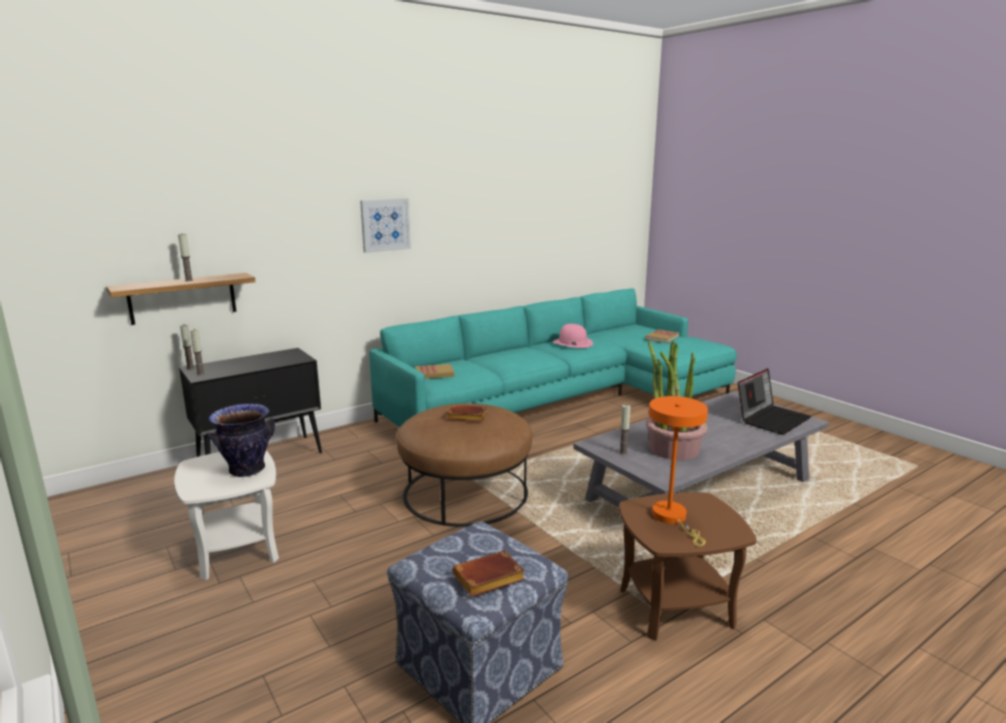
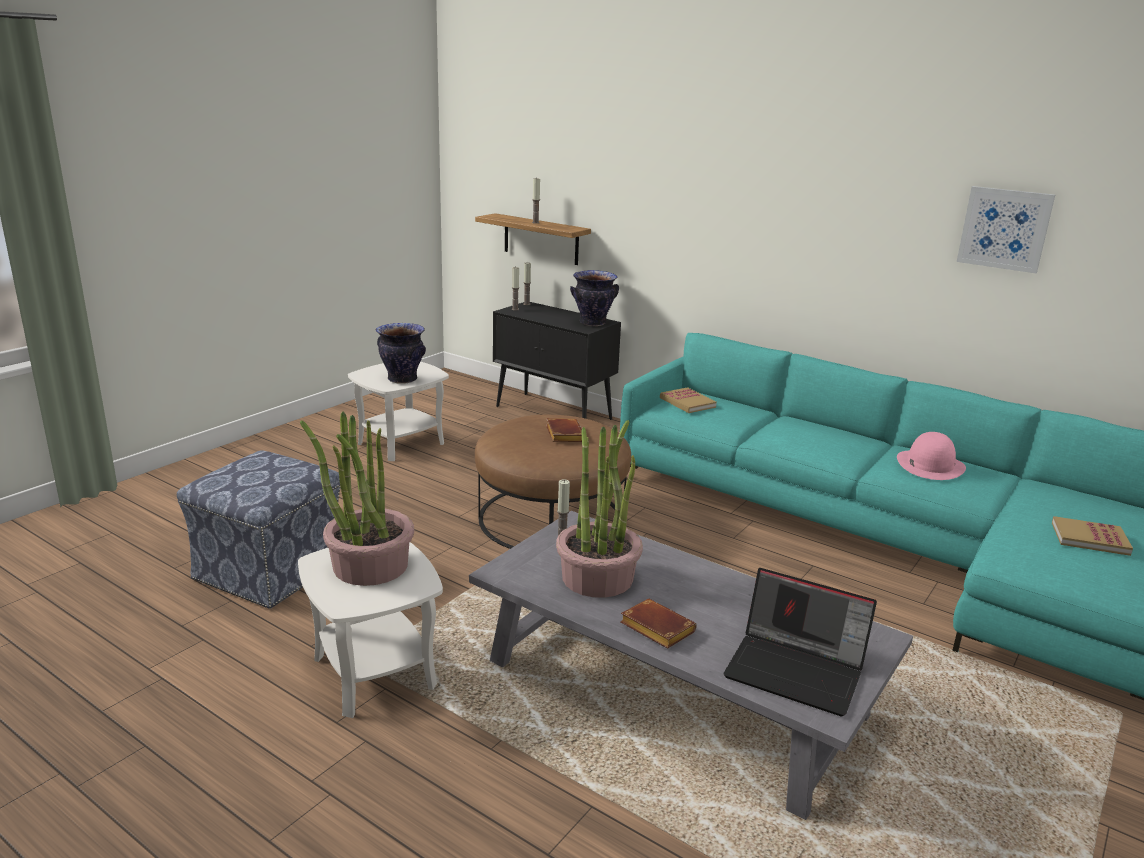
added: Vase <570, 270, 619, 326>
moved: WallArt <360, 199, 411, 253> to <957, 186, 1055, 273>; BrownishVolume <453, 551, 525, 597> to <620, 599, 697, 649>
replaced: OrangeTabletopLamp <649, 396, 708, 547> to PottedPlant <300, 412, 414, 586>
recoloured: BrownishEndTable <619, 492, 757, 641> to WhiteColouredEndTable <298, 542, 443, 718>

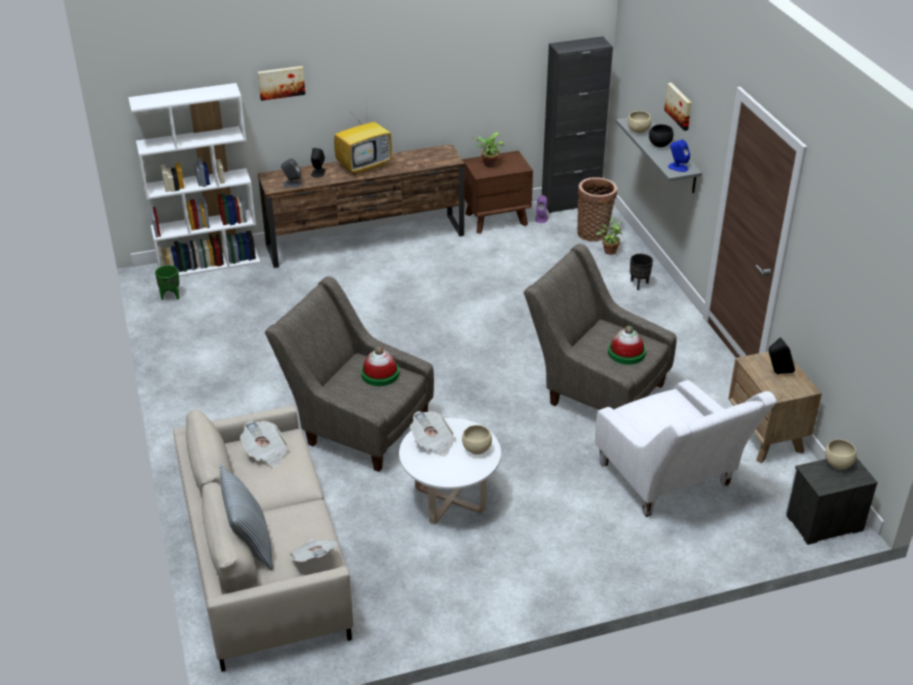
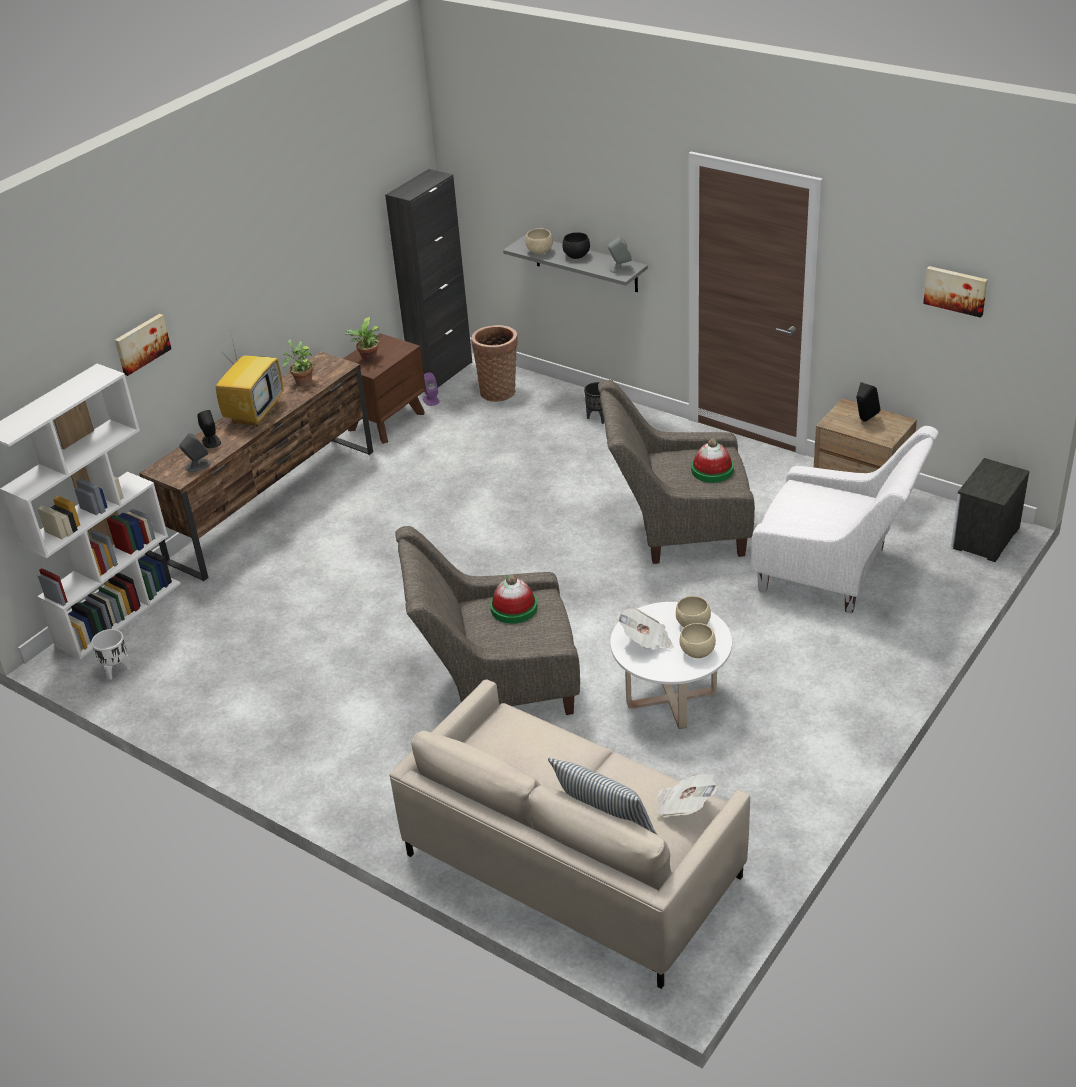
removed: Newspaper <240, 421, 289, 467>
moved: PottedPlant <596, 217, 622, 255> to <283, 339, 315, 386>; WallArt <664, 83, 692, 131> to <923, 266, 988, 318>; BeigeColouredBowl <825, 439, 857, 469> to <679, 623, 716, 658>
recoloured: GreenFlowerPot <155, 265, 180, 300> to WhiteColouredFlowerPot <91, 629, 131, 680>; BluishAudioSpeaker <668, 139, 690, 172> to GreyAudioSpeaker <608, 236, 633, 273>

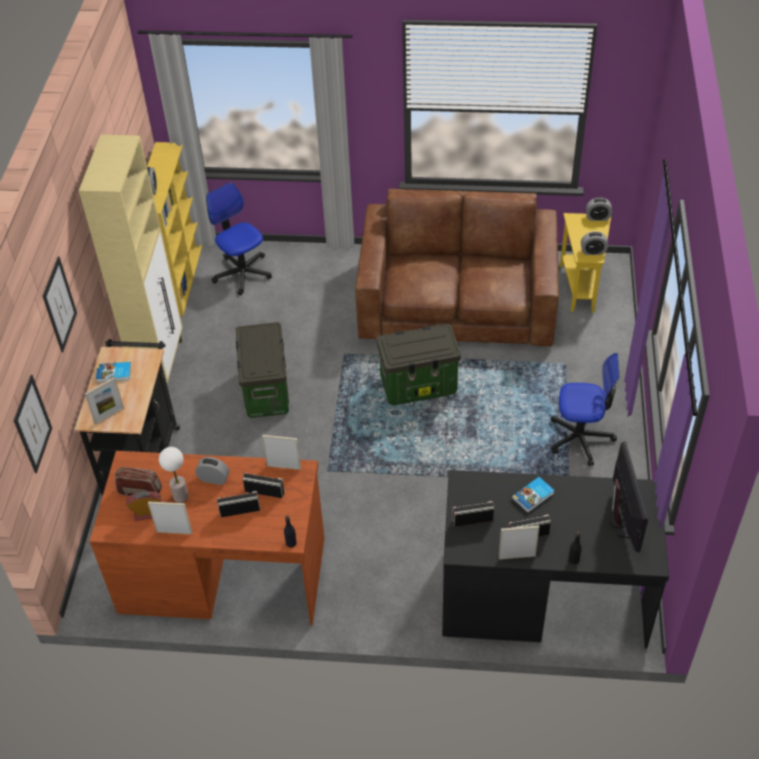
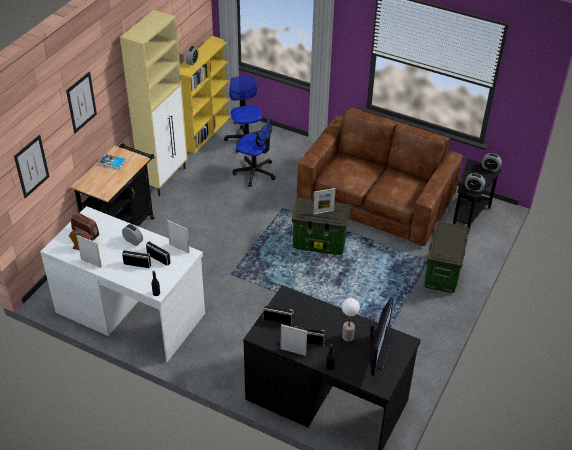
removed: Volume <512, 477, 555, 513>
moved: StandingFrame <85, 377, 124, 425> to <313, 188, 336, 215>; TabletopLamp <159, 447, 189, 503> to <342, 298, 360, 342>; StorageBox <236, 322, 289, 418> to <424, 221, 469, 293>; ComputerChair <551, 353, 619, 466> to <233, 116, 276, 187>
recoloured: BrownishDesk <89, 451, 325, 625> to WhiteColouredDesk <40, 206, 205, 362>; YellowEndTable <560, 213, 611, 313> to BlackColouredEndTable <453, 159, 501, 234>

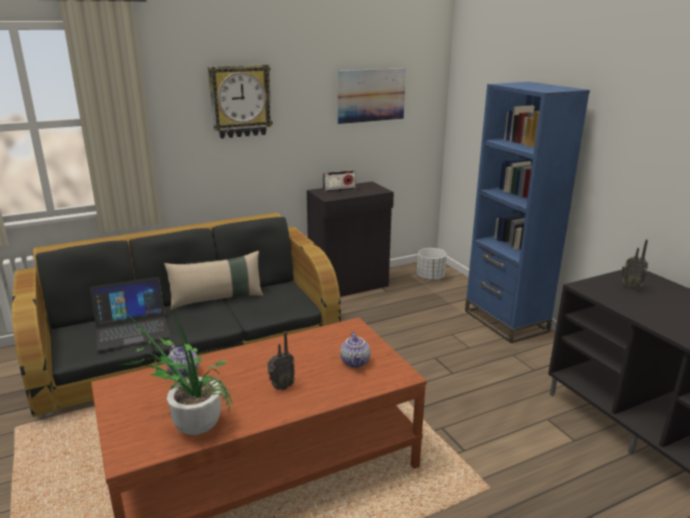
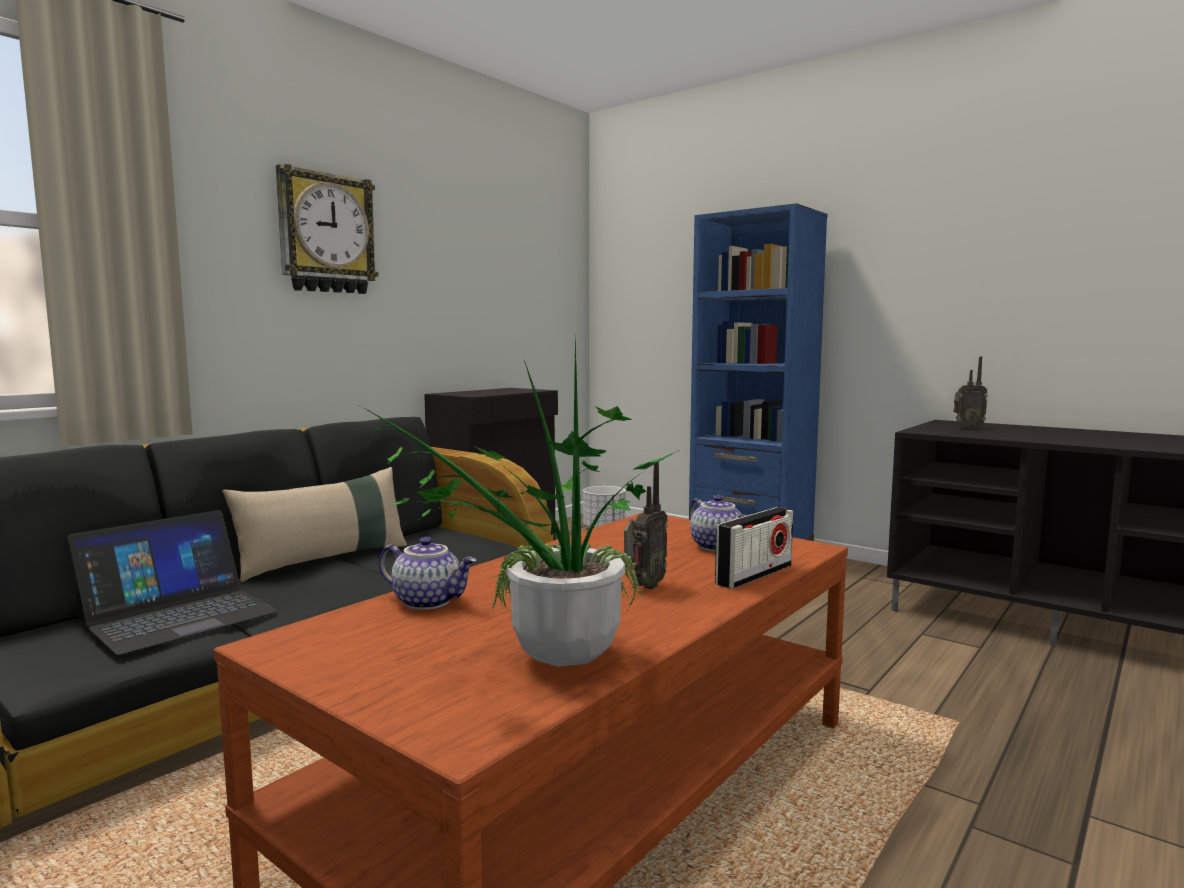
removed: WallArt <338, 68, 406, 124>
moved: Radio <323, 170, 356, 192> to <715, 507, 793, 589>

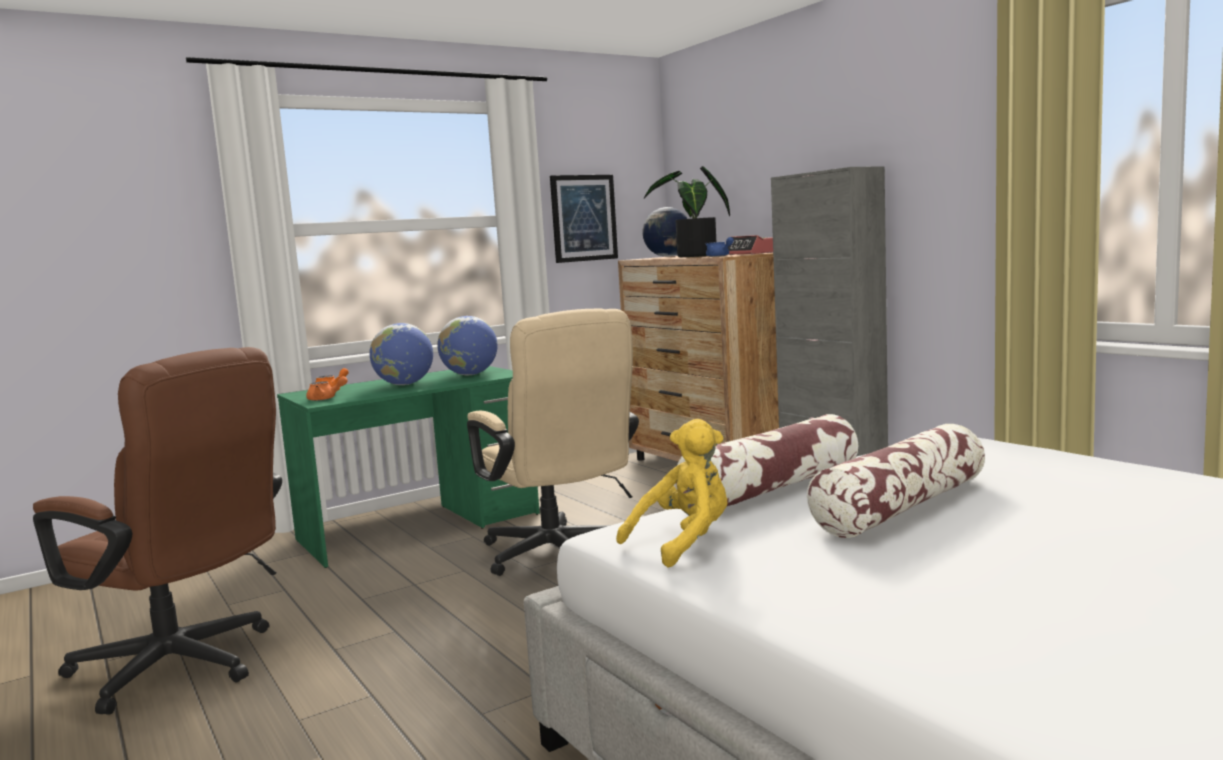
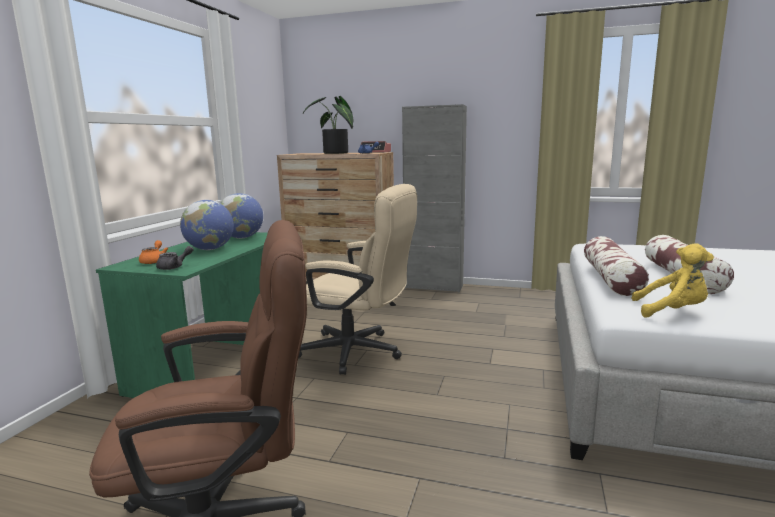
removed: WallArt <550, 175, 618, 263>; Globe <642, 207, 688, 257>
recoloured: OrangeTeaPot <306, 376, 348, 401> to GreyTeaPot <156, 246, 193, 270>
turned: YellowCuddlyToy <616, 419, 727, 567> = <631, 243, 714, 318> 90 degrees clockwise

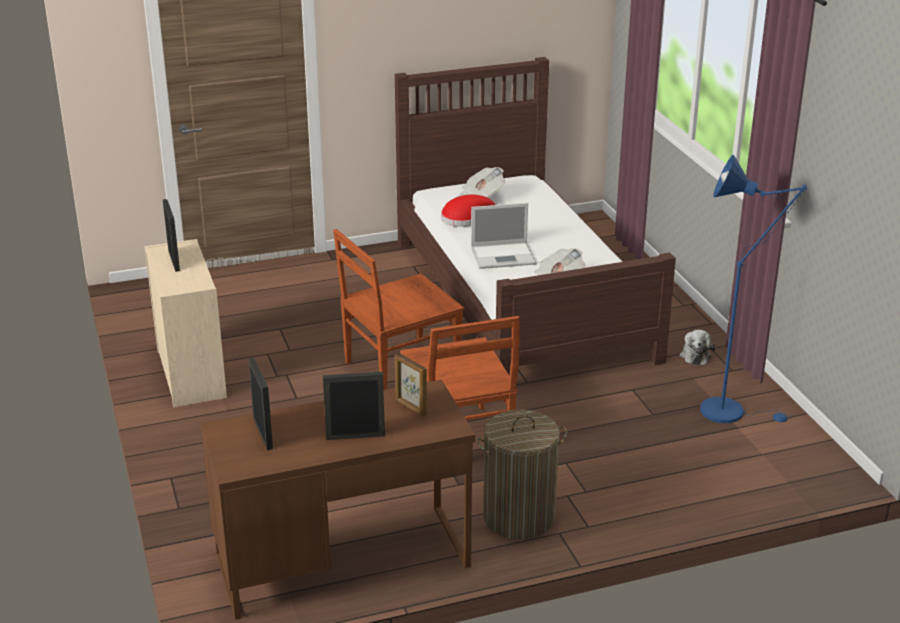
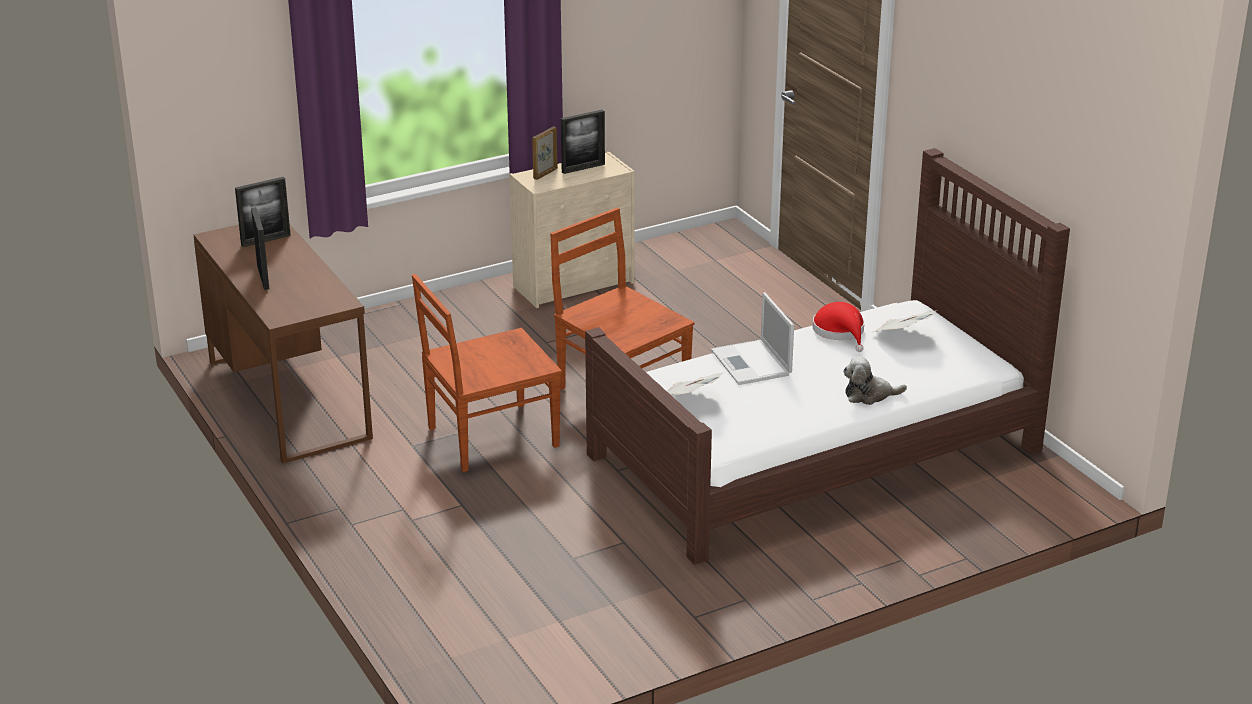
removed: LaundryBasket <476, 410, 567, 540>; BluishStandardLamp <700, 155, 807, 423>
moved: StandingFrame <395, 353, 427, 417> to <532, 126, 558, 180>; CuddlyToy <680, 329, 715, 365> to <843, 356, 907, 405>

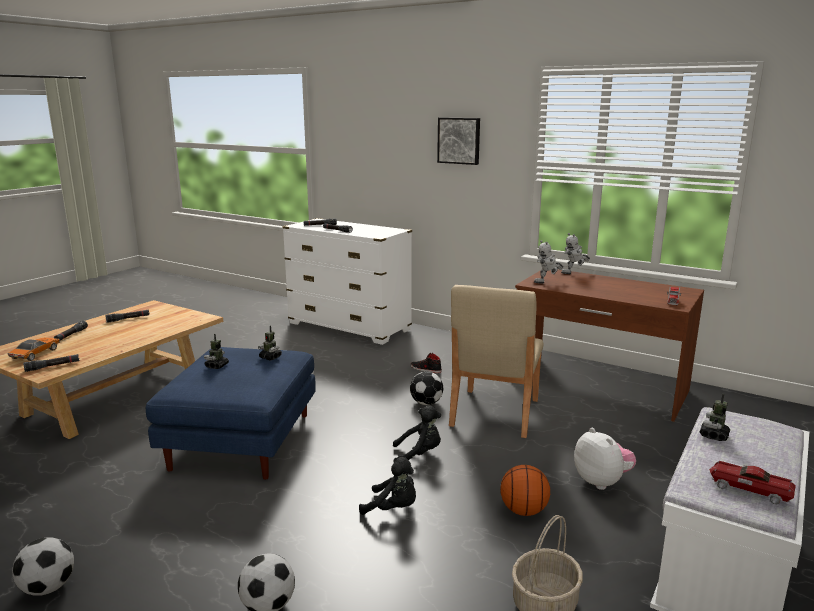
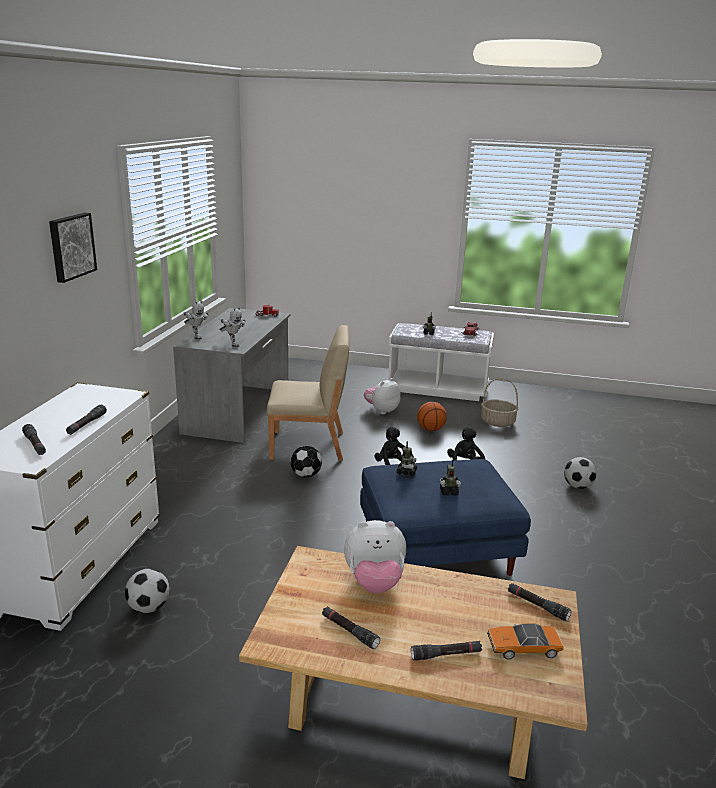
removed: BlackColouredItemOfFootwear <410, 353, 442, 373>
added: CuddlyToy <344, 520, 406, 594>
moved: BallForFootball <12, 537, 74, 596> to <125, 569, 169, 613>
recoloured: BrownishDesk <515, 269, 704, 422> to GreyDesk <173, 308, 291, 443>

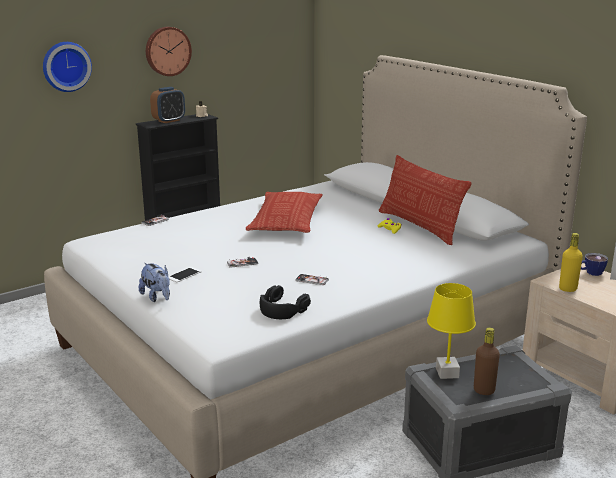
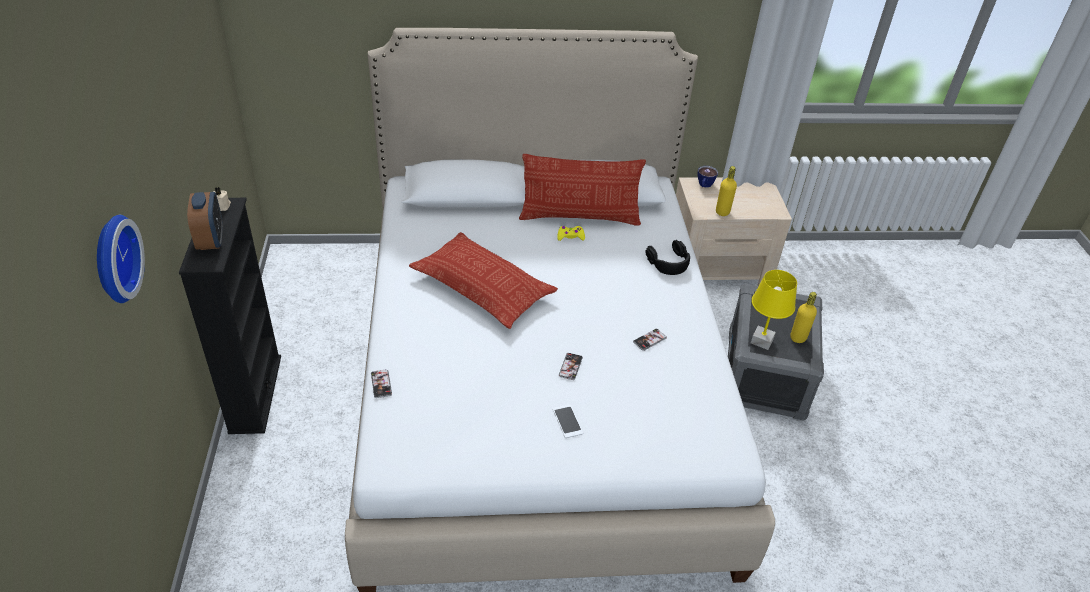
removed: CuddlyToy <139, 263, 170, 302>; WallClock <146, 27, 192, 76>
moved: BlackColouredHeadphones <260, 285, 311, 319> to <645, 240, 690, 275>
recoloured: BrownishDrinkBottle <474, 327, 500, 395> to YellowDrinkBottle <790, 292, 817, 343>

